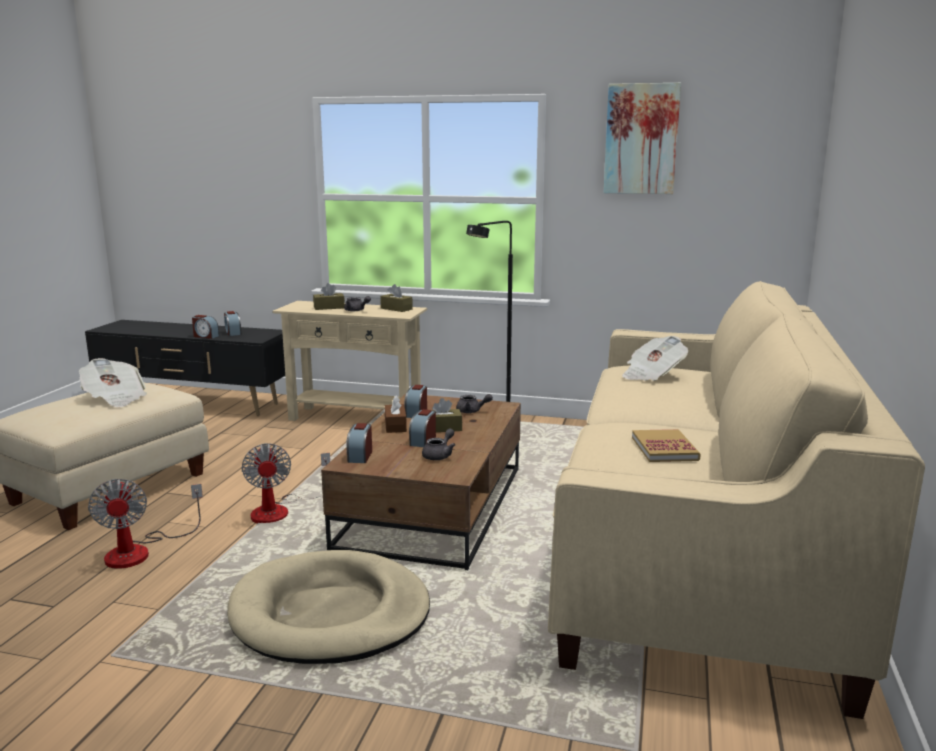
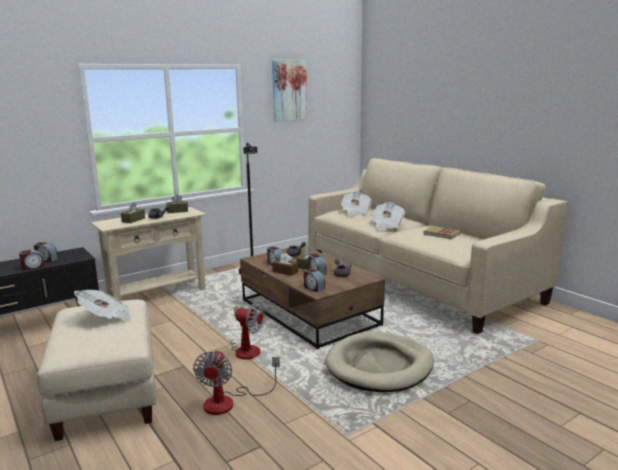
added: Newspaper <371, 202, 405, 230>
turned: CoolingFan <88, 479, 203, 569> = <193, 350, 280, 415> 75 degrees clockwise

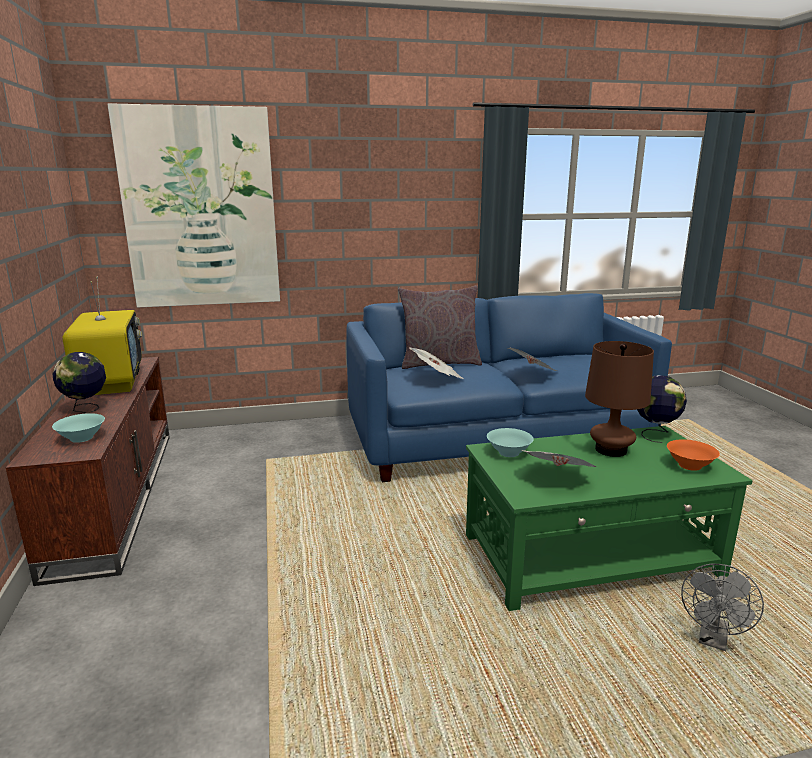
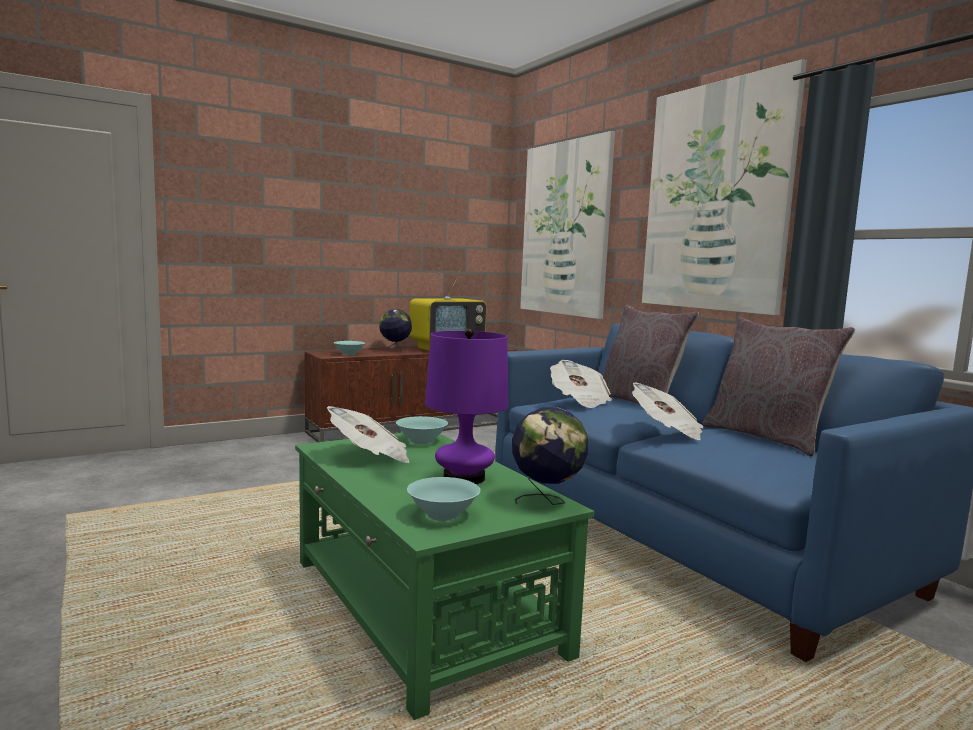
removed: GreyCoolingFan <681, 563, 764, 651>
added: WallArt <642, 59, 807, 315>; GreyCushion <702, 317, 855, 457>
recoloured: BrownishTabletopLamp <585, 341, 654, 457> to PurpleTabletopLamp <425, 328, 509, 484>; OrangeBowl <667, 439, 720, 471> to TurquoiseColouredBowl <407, 477, 480, 521>

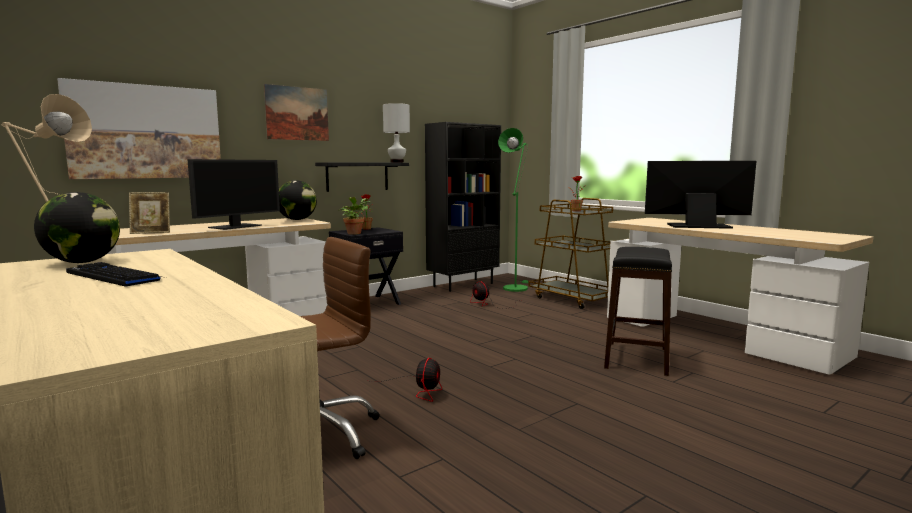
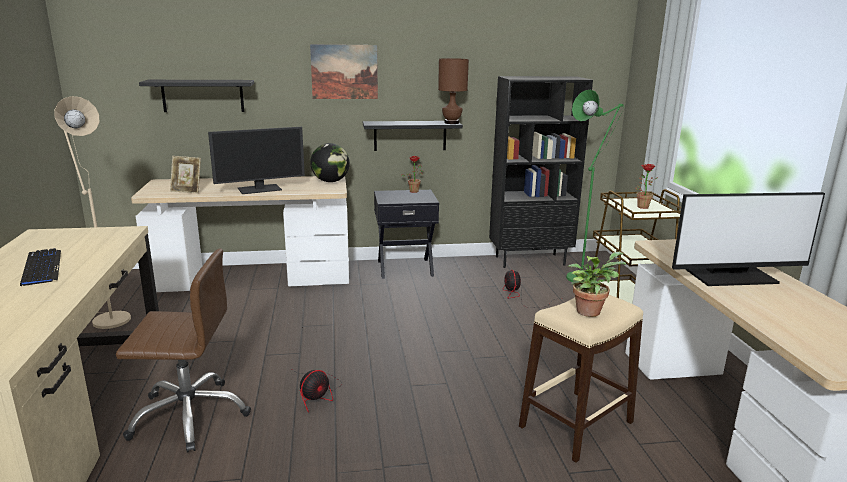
removed: Globe <34, 192, 120, 263>
moved: PottedPlant <338, 197, 371, 235> to <568, 252, 626, 317>
replaced: WallArt <57, 78, 221, 179> to BlackColouredShelf <139, 80, 254, 112>
recoloured: WhiteColouredTabletopLamp <383, 103, 410, 162> to BrownishTabletopLamp <438, 58, 469, 124>; BlackColouredStool <604, 247, 672, 376> to BeigeColouredStool <519, 295, 643, 463>
turned: ComputerDisplay <645, 161, 756, 229> = <672, 192, 825, 286> 135 degrees clockwise

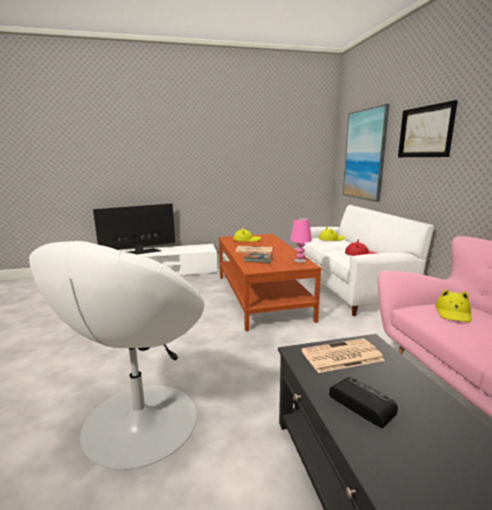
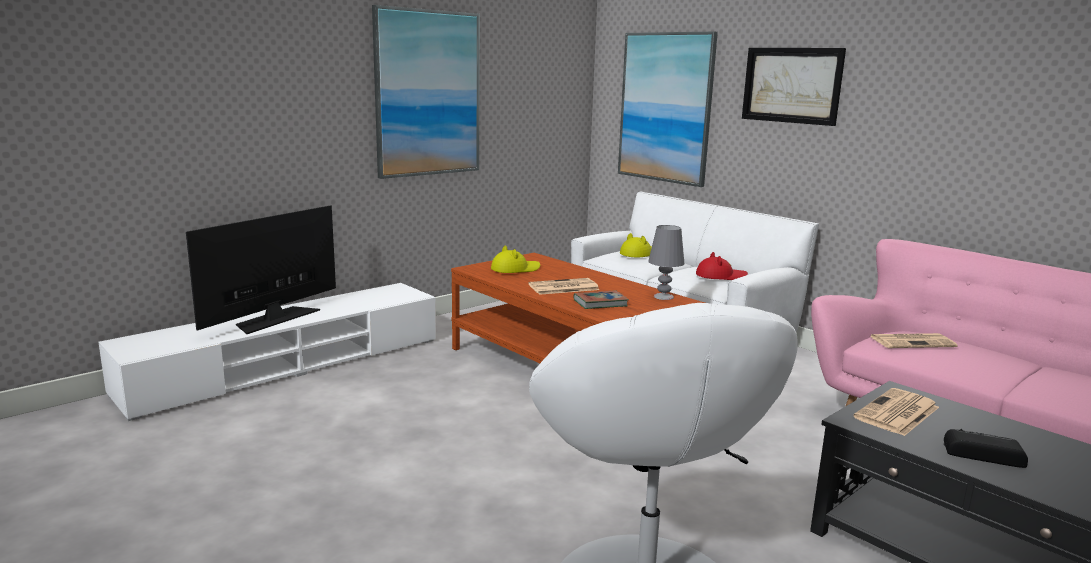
added: WallArt <372, 5, 480, 179>
replaced: YellowClothingHat <436, 289, 472, 322> to Newspaper <870, 333, 957, 348>
recoloured: PinkColouredTabletopLamp <290, 218, 312, 263> to GreyTabletopLamp <648, 225, 684, 300>

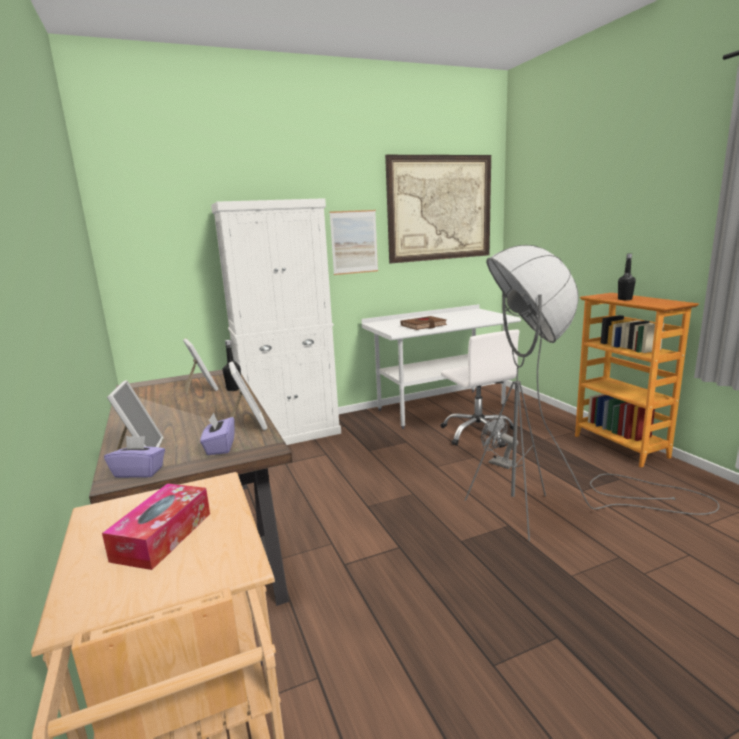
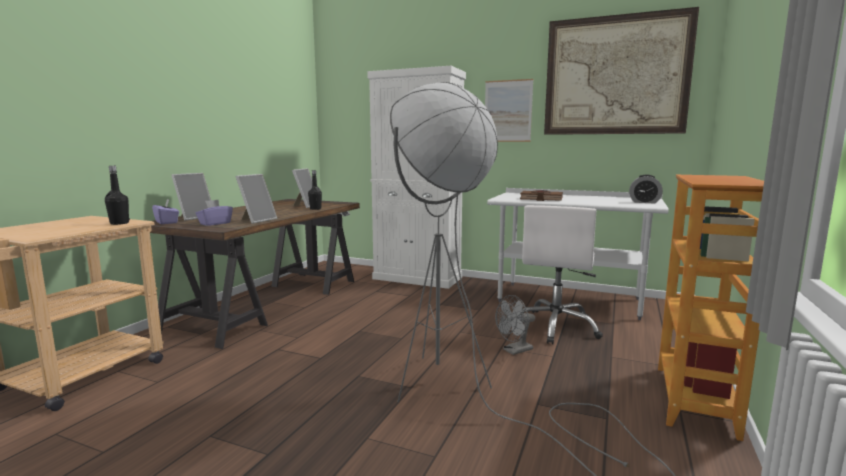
removed: BoxOfTissues <102, 483, 210, 570>
added: AlarmClock <629, 175, 663, 204>
moved: BlackColouredDrinkBottle <618, 253, 636, 300> to <105, 166, 130, 225>
turned: GreyCoolingFan <481, 415, 519, 469> = <495, 295, 535, 355> 120 degrees counterclockwise

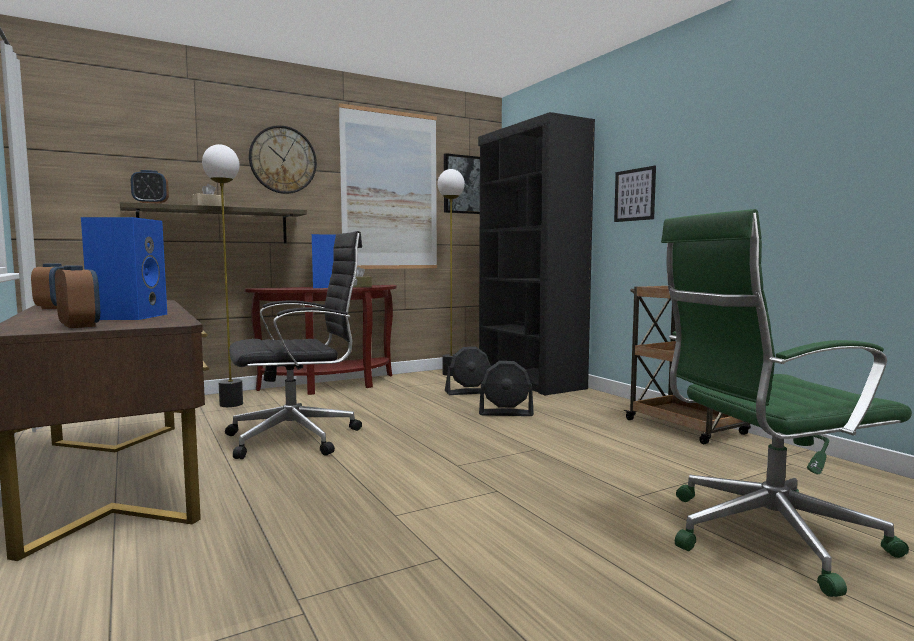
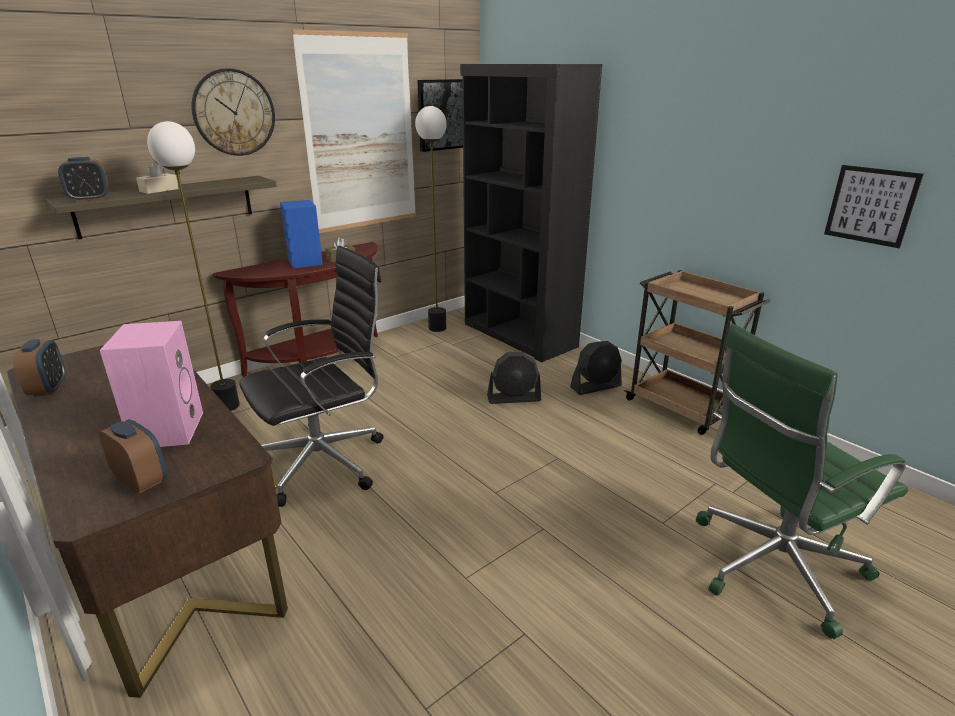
moved: BlackColouredCoolingFan <445, 347, 491, 395> to <570, 341, 622, 395>; WallArt <614, 166, 656, 222> to <824, 165, 924, 248>
recoloured: BluishAudioSpeaker <81, 217, 167, 320> to PinkColouredAudioSpeaker <100, 321, 203, 447>

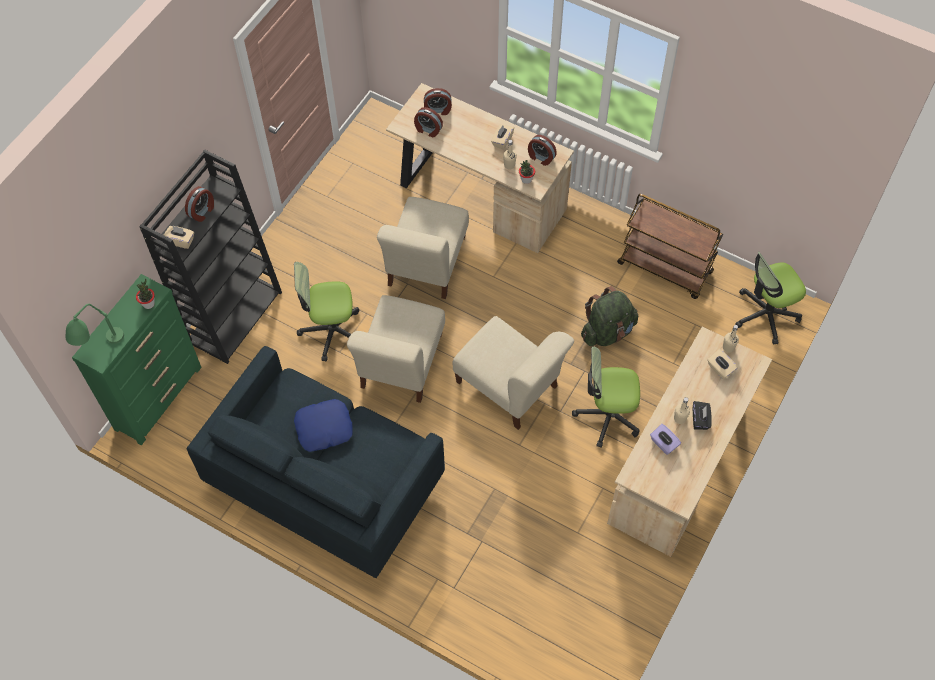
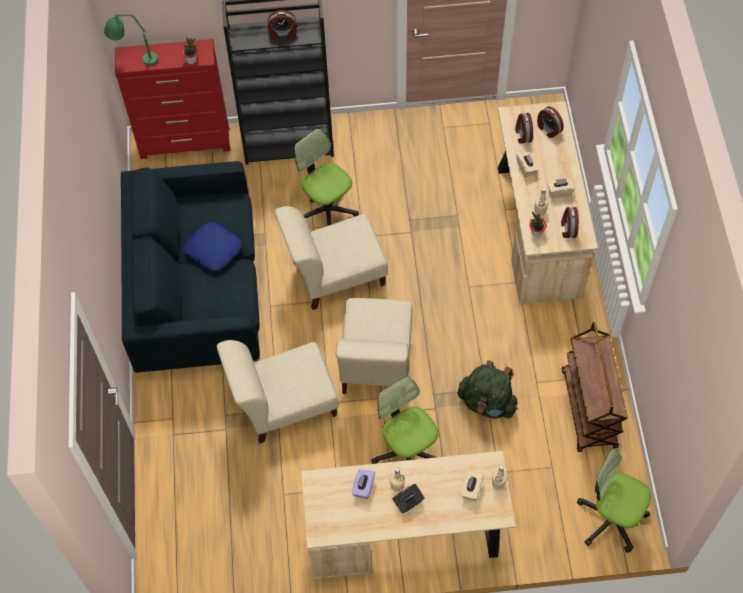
moved: BeigeColouredBoxOfTissues <164, 226, 194, 249> to <516, 152, 539, 177>; BeigeColouredChair <377, 197, 469, 299> to <217, 340, 339, 443>
recoloured: GreenChestOfDrawers <72, 274, 201, 445> to RedChestOfDrawers <115, 39, 230, 159>

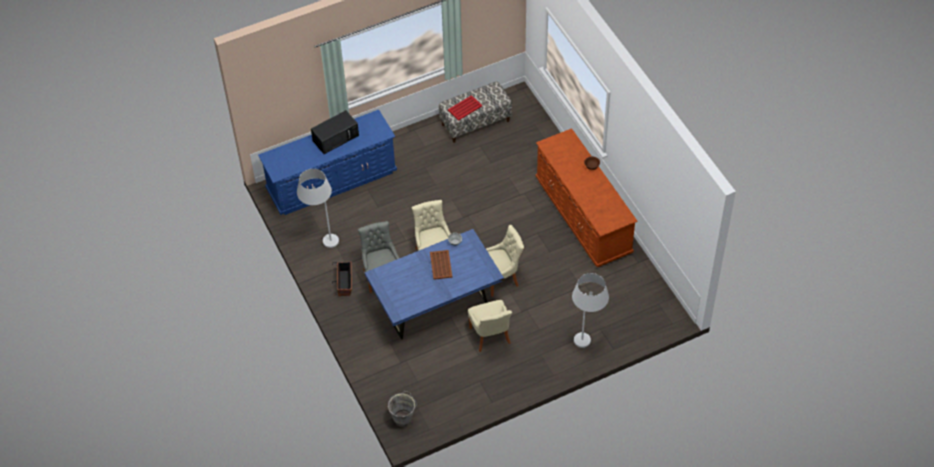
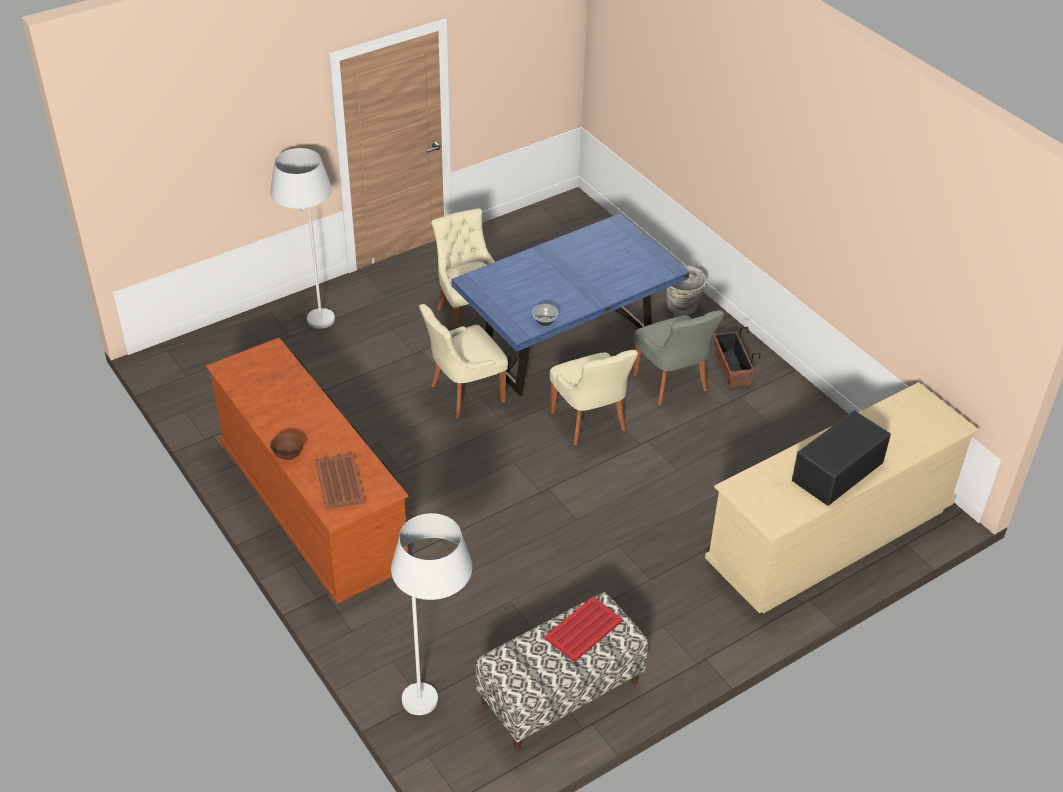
moved: WhiteColouredStandardLamp <297, 169, 339, 248> to <391, 513, 472, 715>; GreyPail <388, 391, 417, 427> to <665, 265, 707, 318>; BrownishServingTray <430, 250, 452, 280> to <315, 453, 365, 510>
recoloured: BluishChestOfDrawers <258, 110, 397, 215> to BeigeColouredChestOfDrawers <705, 382, 979, 614>

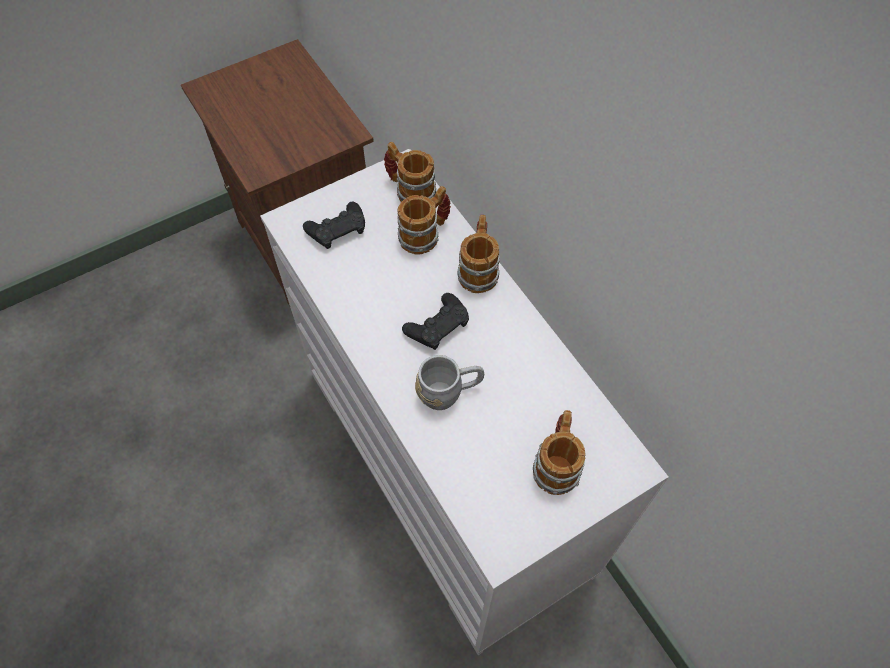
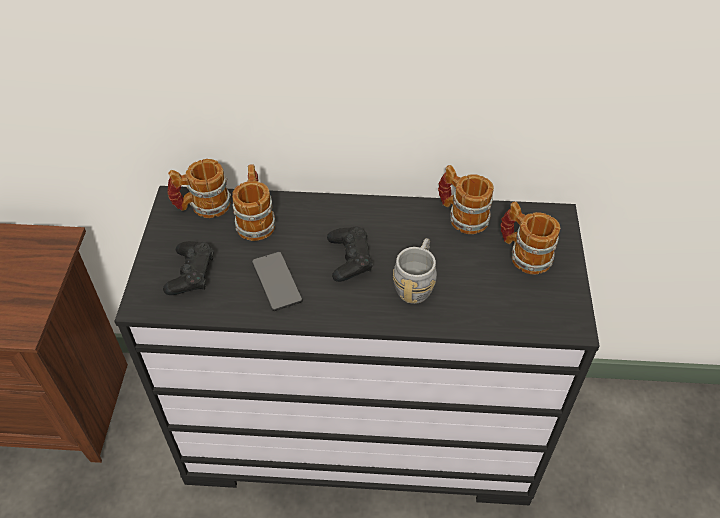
added: Handset <252, 252, 303, 311>
moved: Mug <457, 215, 500, 293> to <438, 165, 494, 234>
recoloured: WhiteColouredChestOfDrawers <260, 149, 669, 655> to BlackColouredChestOfDrawers <114, 186, 600, 505>

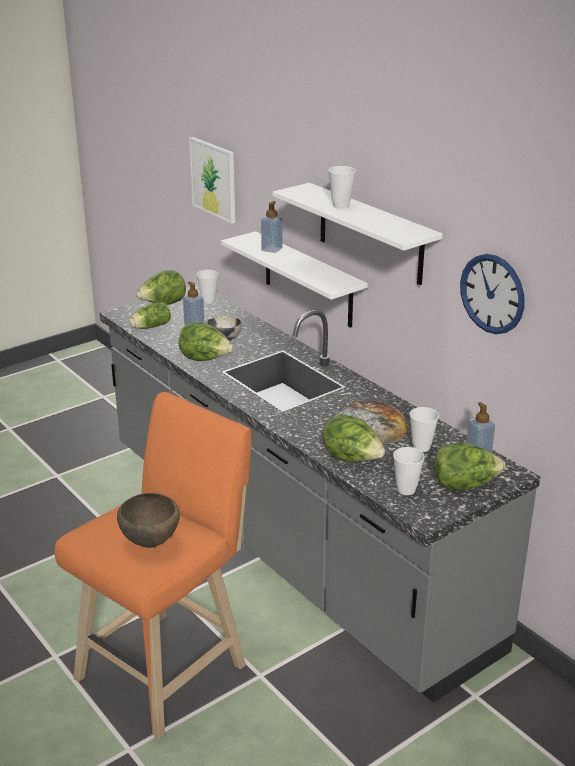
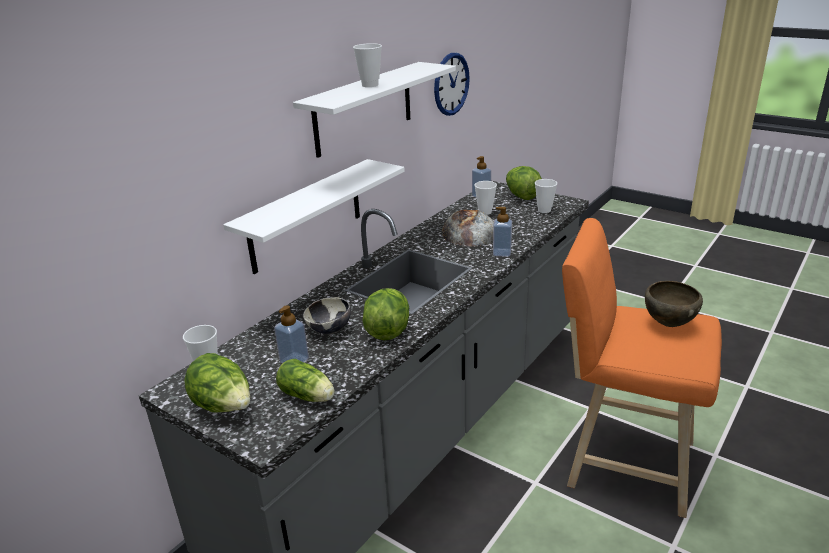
removed: WallArt <189, 137, 235, 224>; LettuceHead <323, 414, 385, 462>
moved: LiquidSoapBottle <261, 201, 283, 253> to <493, 207, 512, 257>

